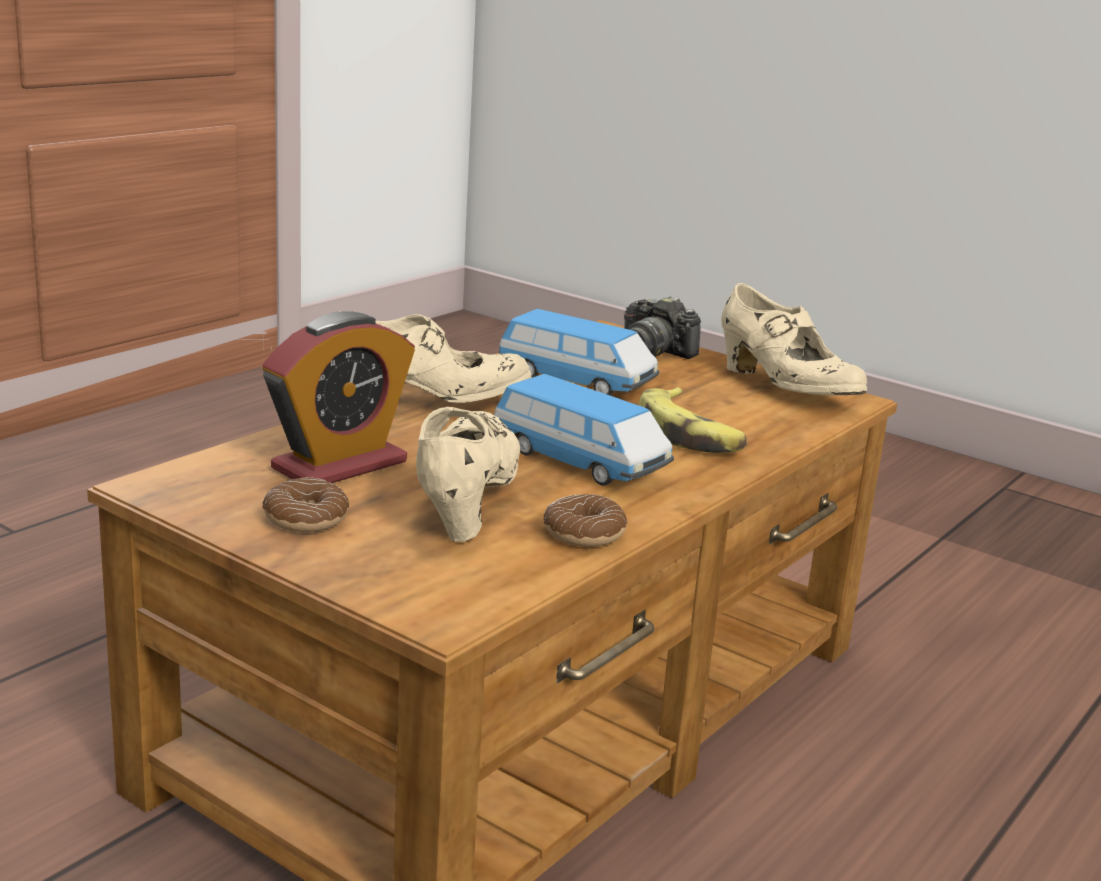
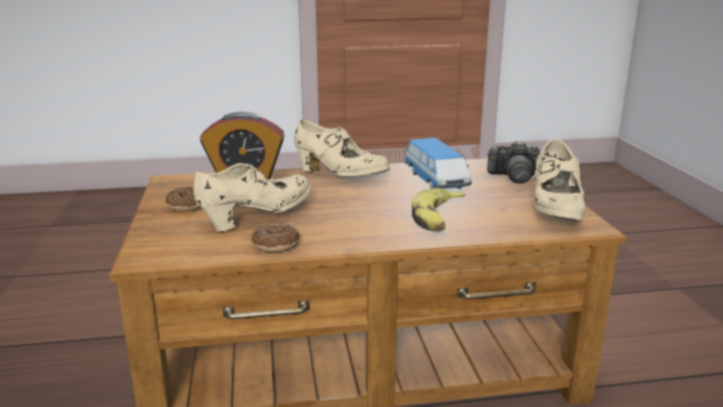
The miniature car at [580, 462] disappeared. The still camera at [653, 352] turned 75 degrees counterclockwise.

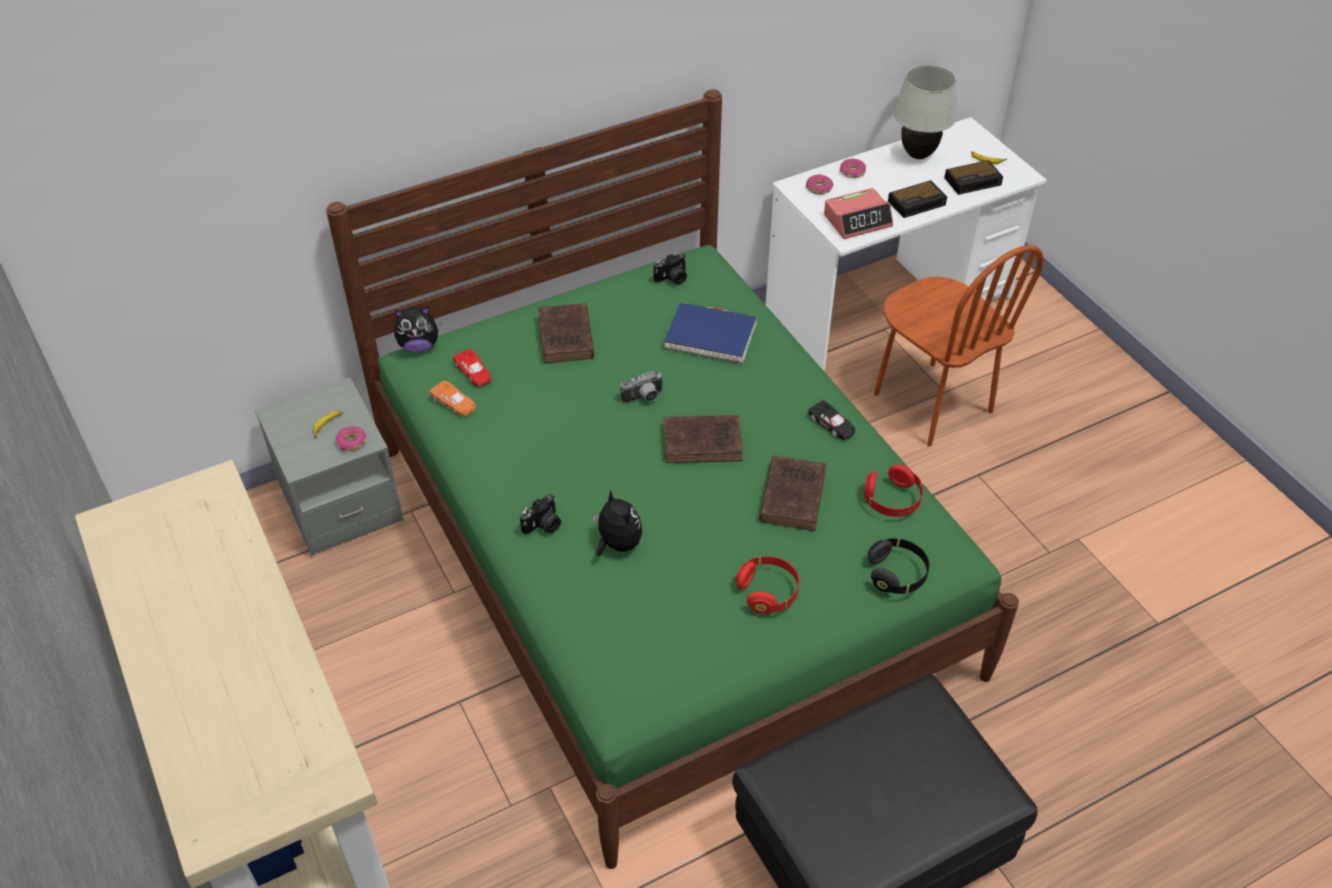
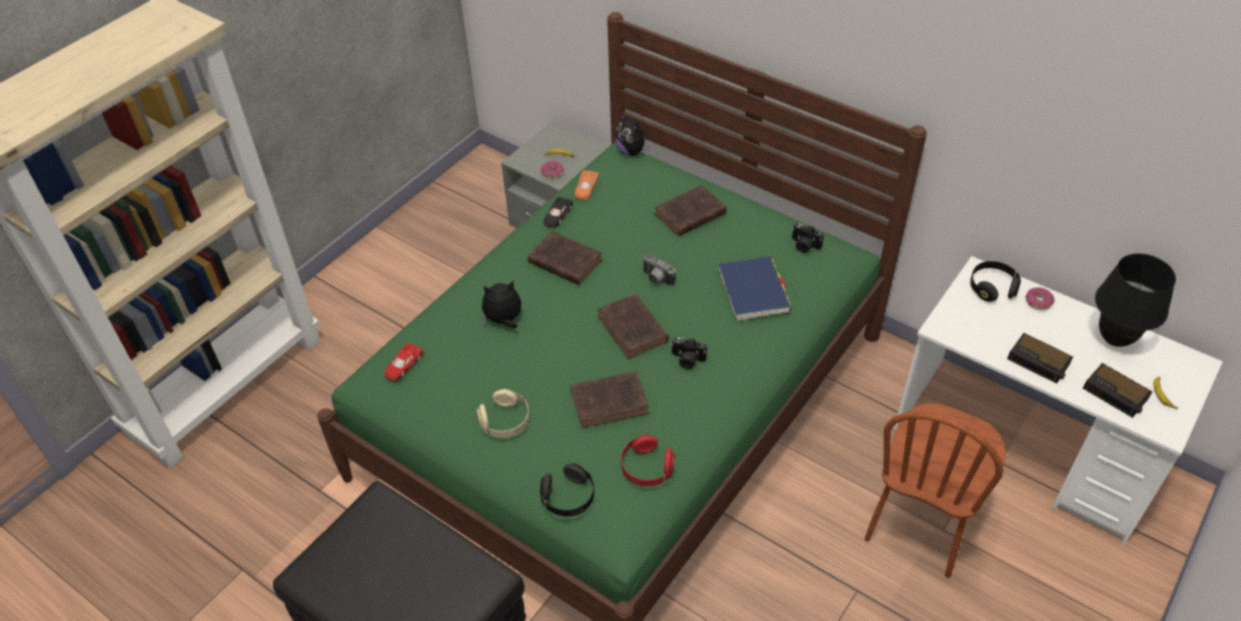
The alarm clock at [858, 220] disappeared. The volume in brown-coloured at [563, 261] appeared. The miniature car in reddish moved from [473, 372] to [403, 365]. The still camera moved from [543, 525] to [687, 360]. The miniature car in black moved from [831, 424] to [557, 215]. The ring doughnut at [819, 188] was replaced by the headset in black at [992, 288]. The headset in reddish at [768, 592] became the headset in sand-coloured at [505, 421]. The tabletop lamp in whitish at [917, 154] became the tabletop lamp in black at [1114, 339]. The plush toy at [617, 544] turned 135 degrees counterclockwise.

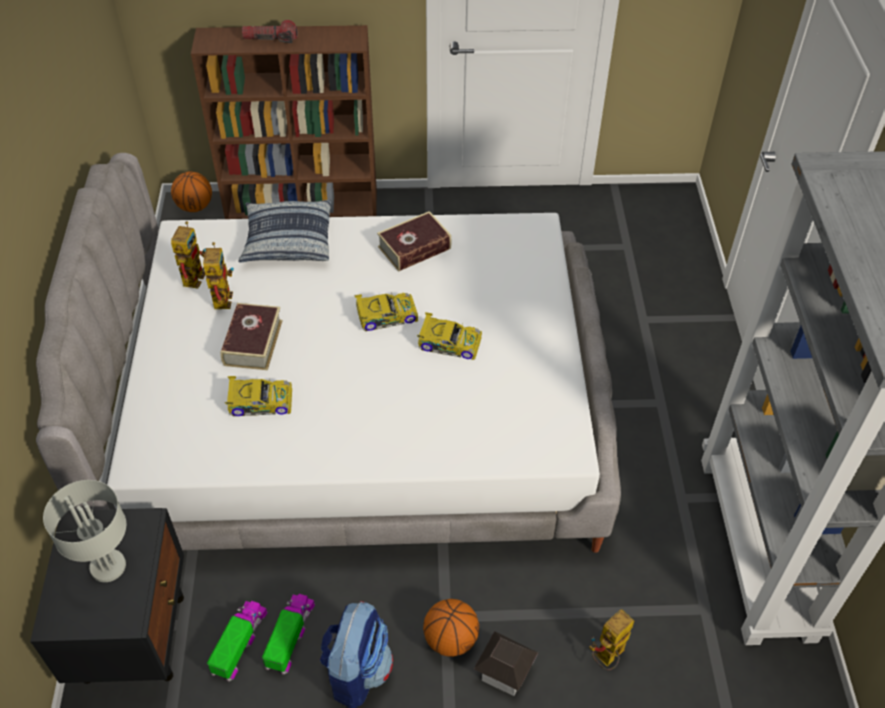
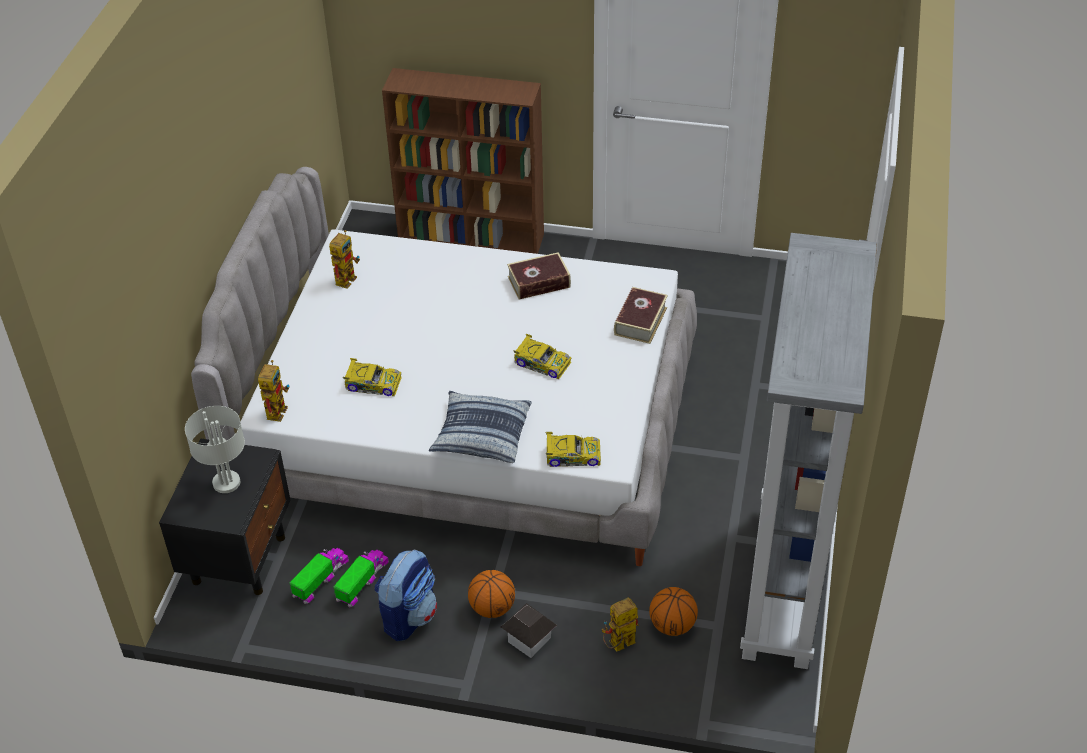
The hand torch at [270, 39] disappeared. The basketball ball moved from [195, 207] to [672, 625]. The model robot moved from [221, 296] to [276, 408]. The volume moved from [253, 342] to [640, 321]. The pillow moved from [287, 240] to [481, 435]. The miniature car moved from [385, 315] to [571, 455].

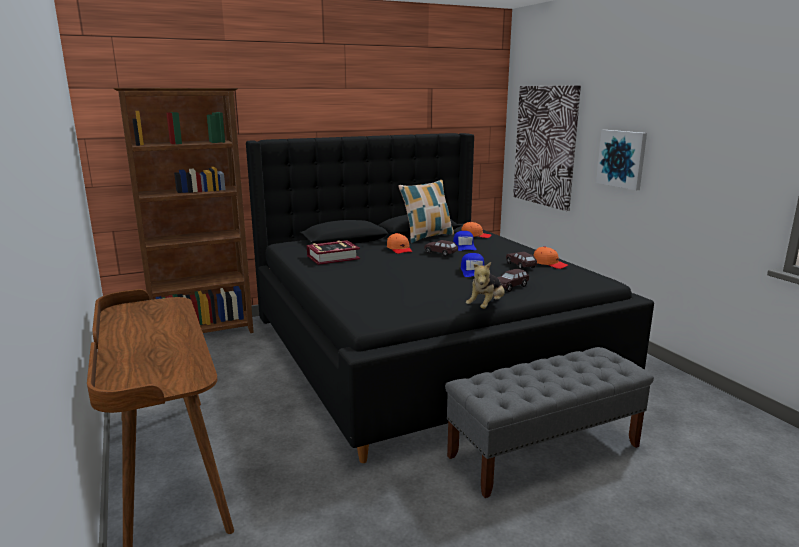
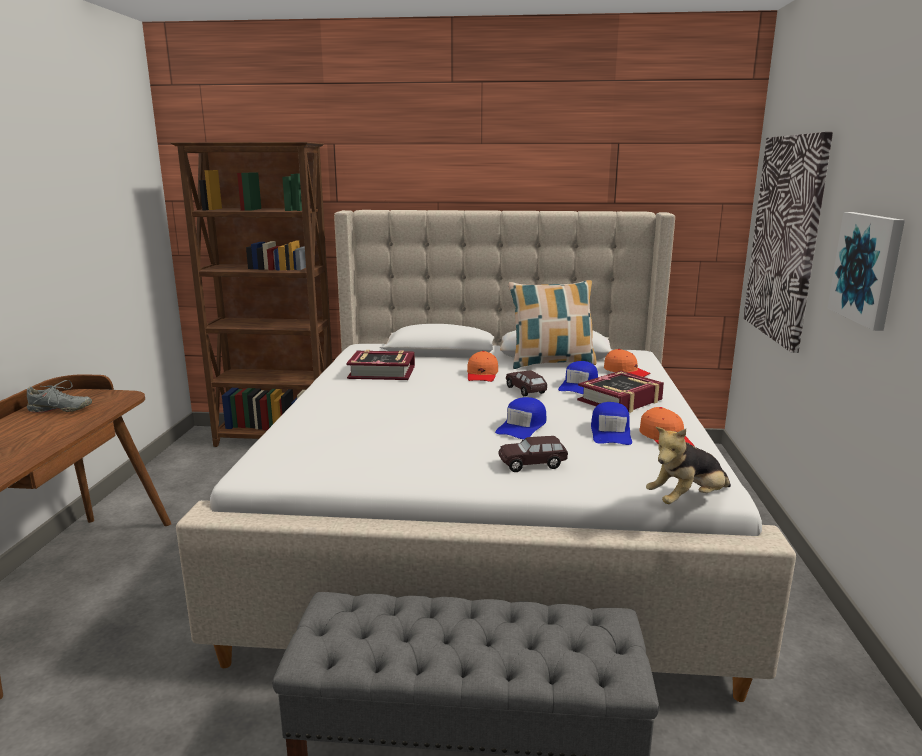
The shoe in grey at [60, 409] appeared. The volume at [620, 400] appeared. The plush toy moved from [486, 306] to [687, 500]. The miniature car in brown-coloured at [520, 266] was replaced by the cap in blue-coloured at [611, 432]. The bedroom bed in black at [424, 348] became the bedroom bed in sand-coloured at [490, 525].

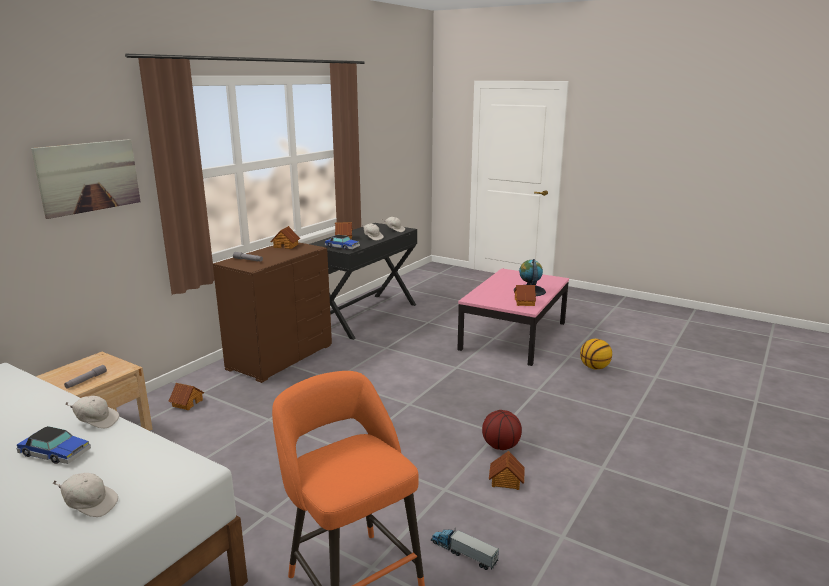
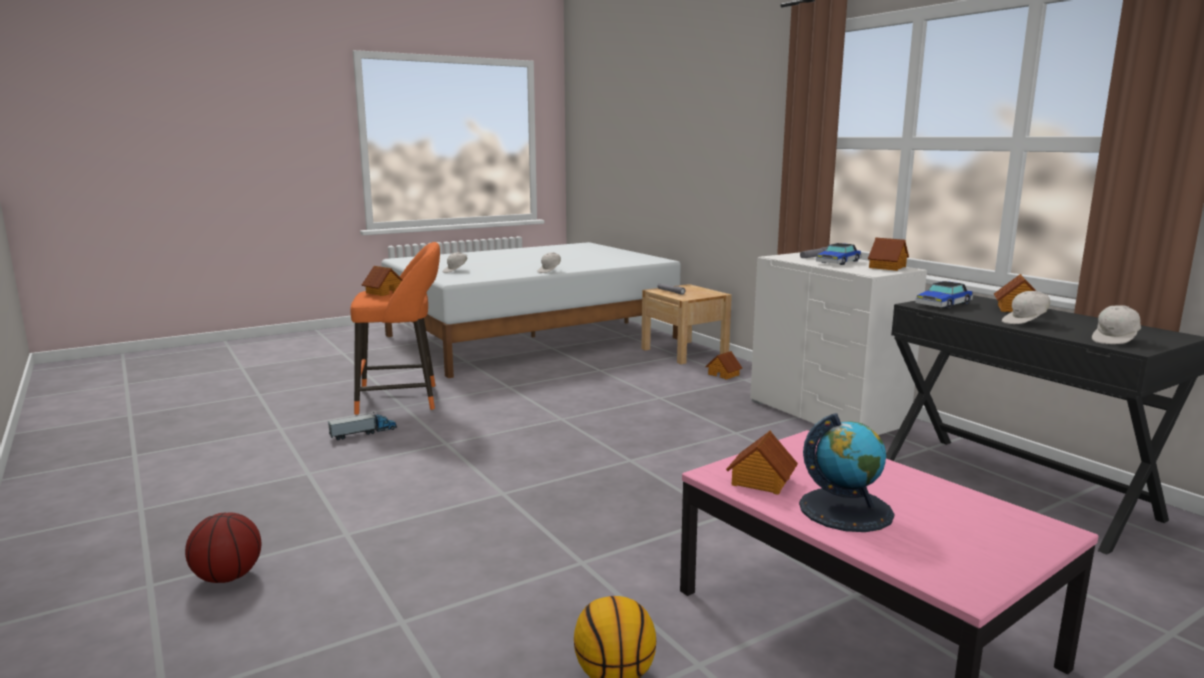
The wall picture at [89, 177] disappeared. The miniature car moved from [55, 453] to [838, 262]. The basketball ball moved from [500, 446] to [227, 577]. The toy house moved from [506, 481] to [384, 292]. The dresser in brown-coloured at [279, 357] became the dresser in whitish at [827, 414].

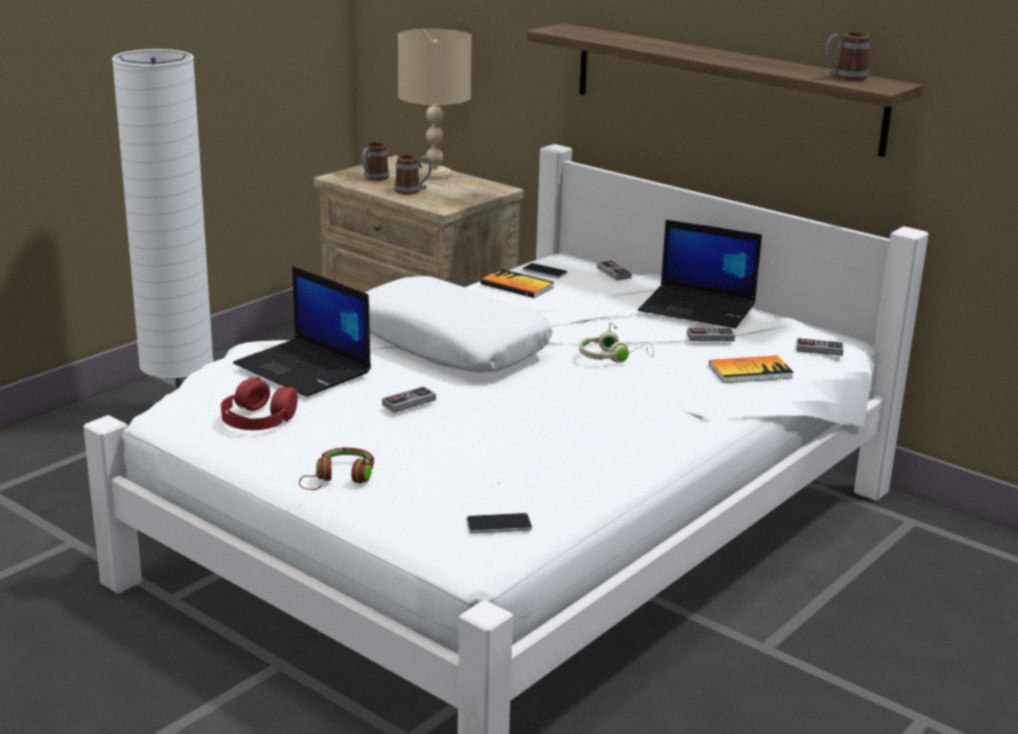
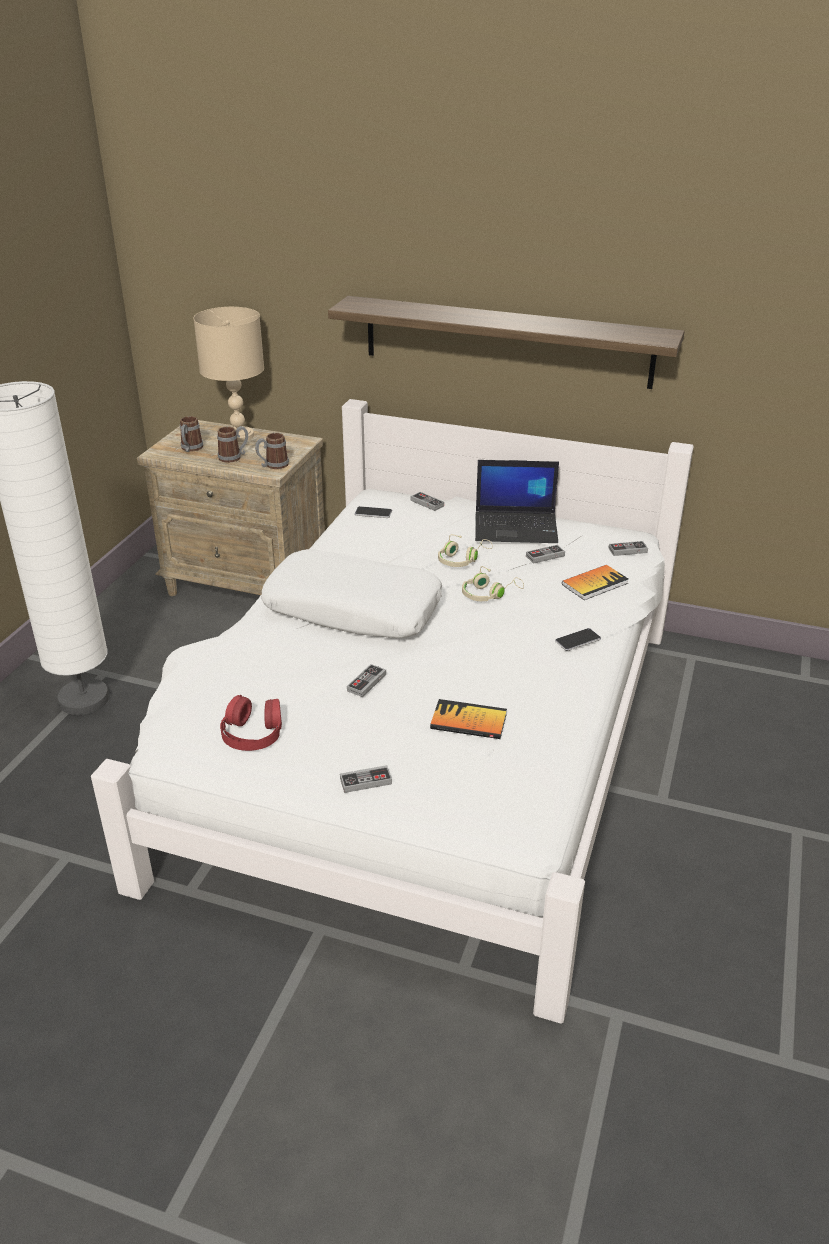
The notebook computer at [305, 369] disappeared. The headset in sand-coloured at [462, 559] appeared. The handset moved from [499, 525] to [577, 640]. The volume moved from [517, 286] to [468, 721]. The mug moved from [844, 78] to [273, 465]. The headset in reddish at [339, 479] was replaced by the game controller at [366, 781].

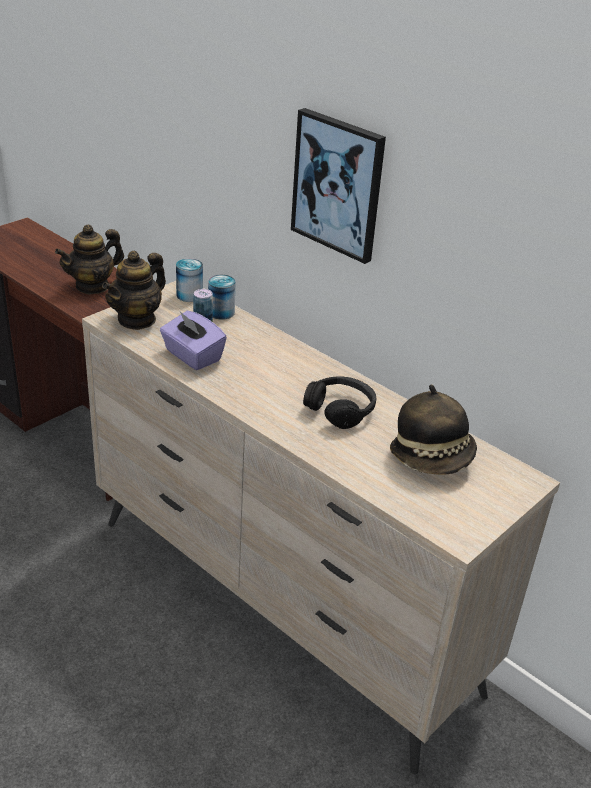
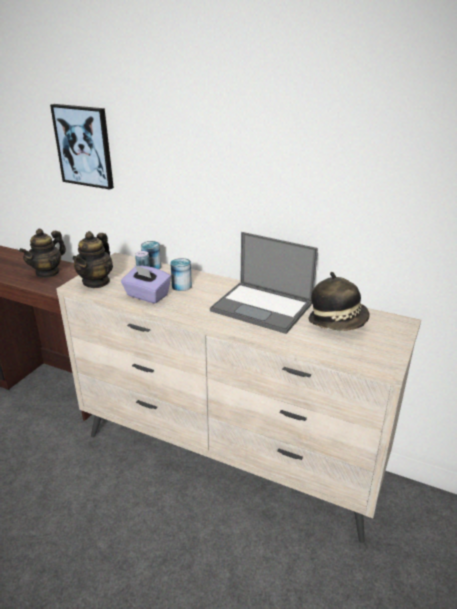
The metal can moved from [189, 295] to [181, 286]. The wall picture moved from [338, 185] to [84, 146]. The headset in black at [340, 410] was replaced by the notebook computer at [263, 307].

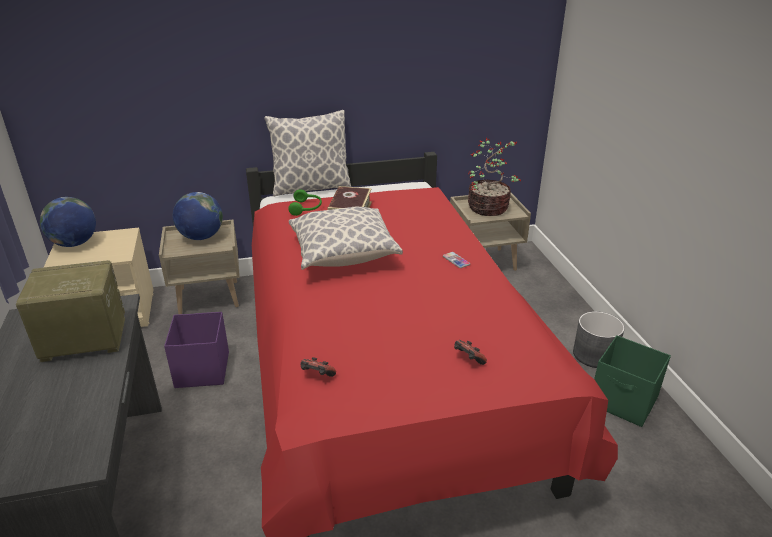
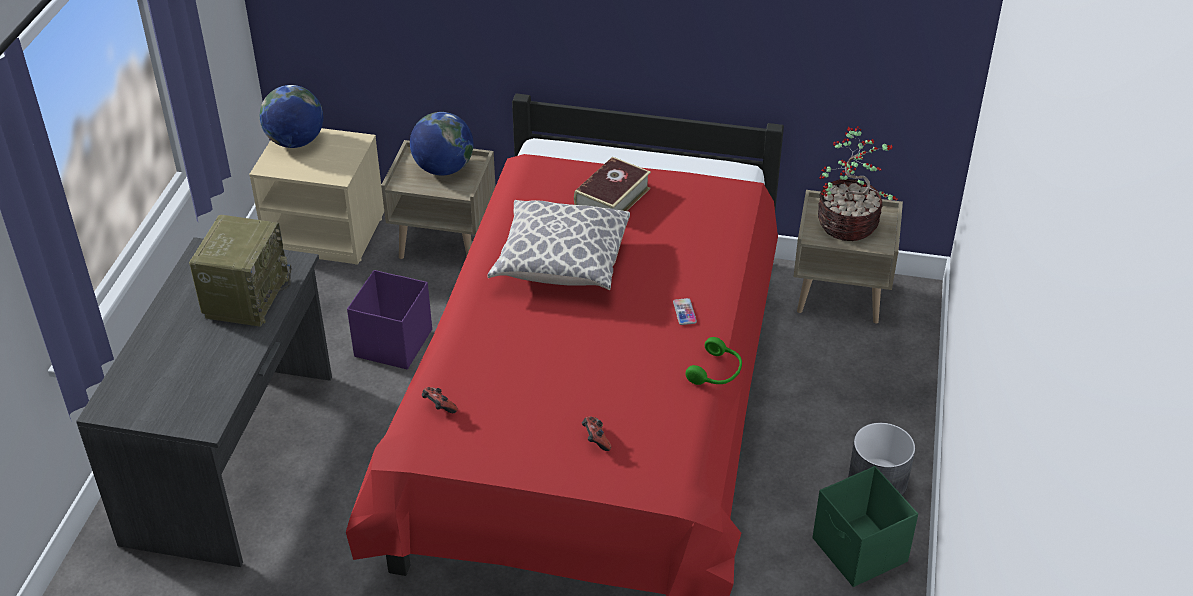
The pillow at [311, 188] disappeared. The headset in green moved from [306, 208] to [716, 372]. The radio at [82, 340] turned 90 degrees clockwise.

